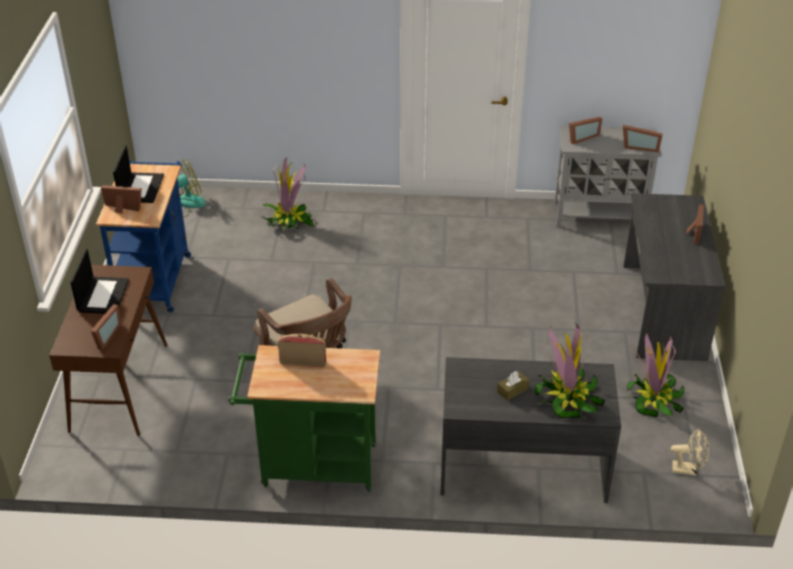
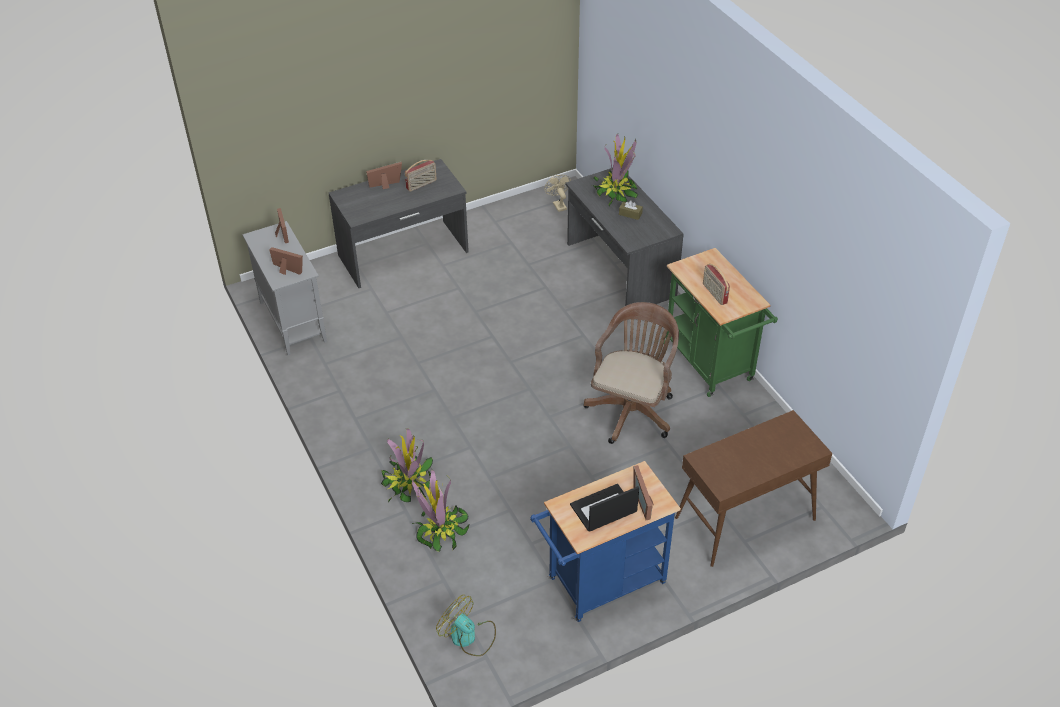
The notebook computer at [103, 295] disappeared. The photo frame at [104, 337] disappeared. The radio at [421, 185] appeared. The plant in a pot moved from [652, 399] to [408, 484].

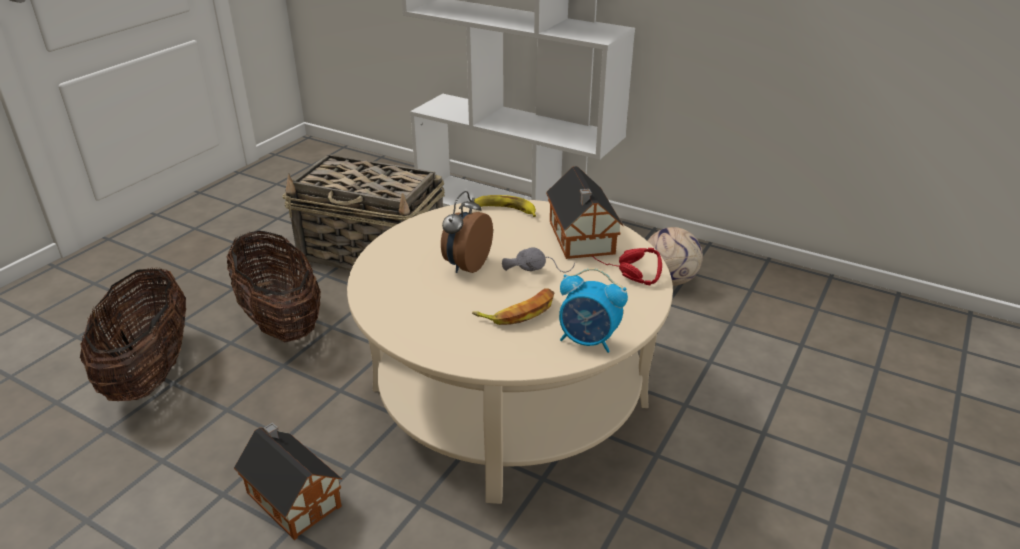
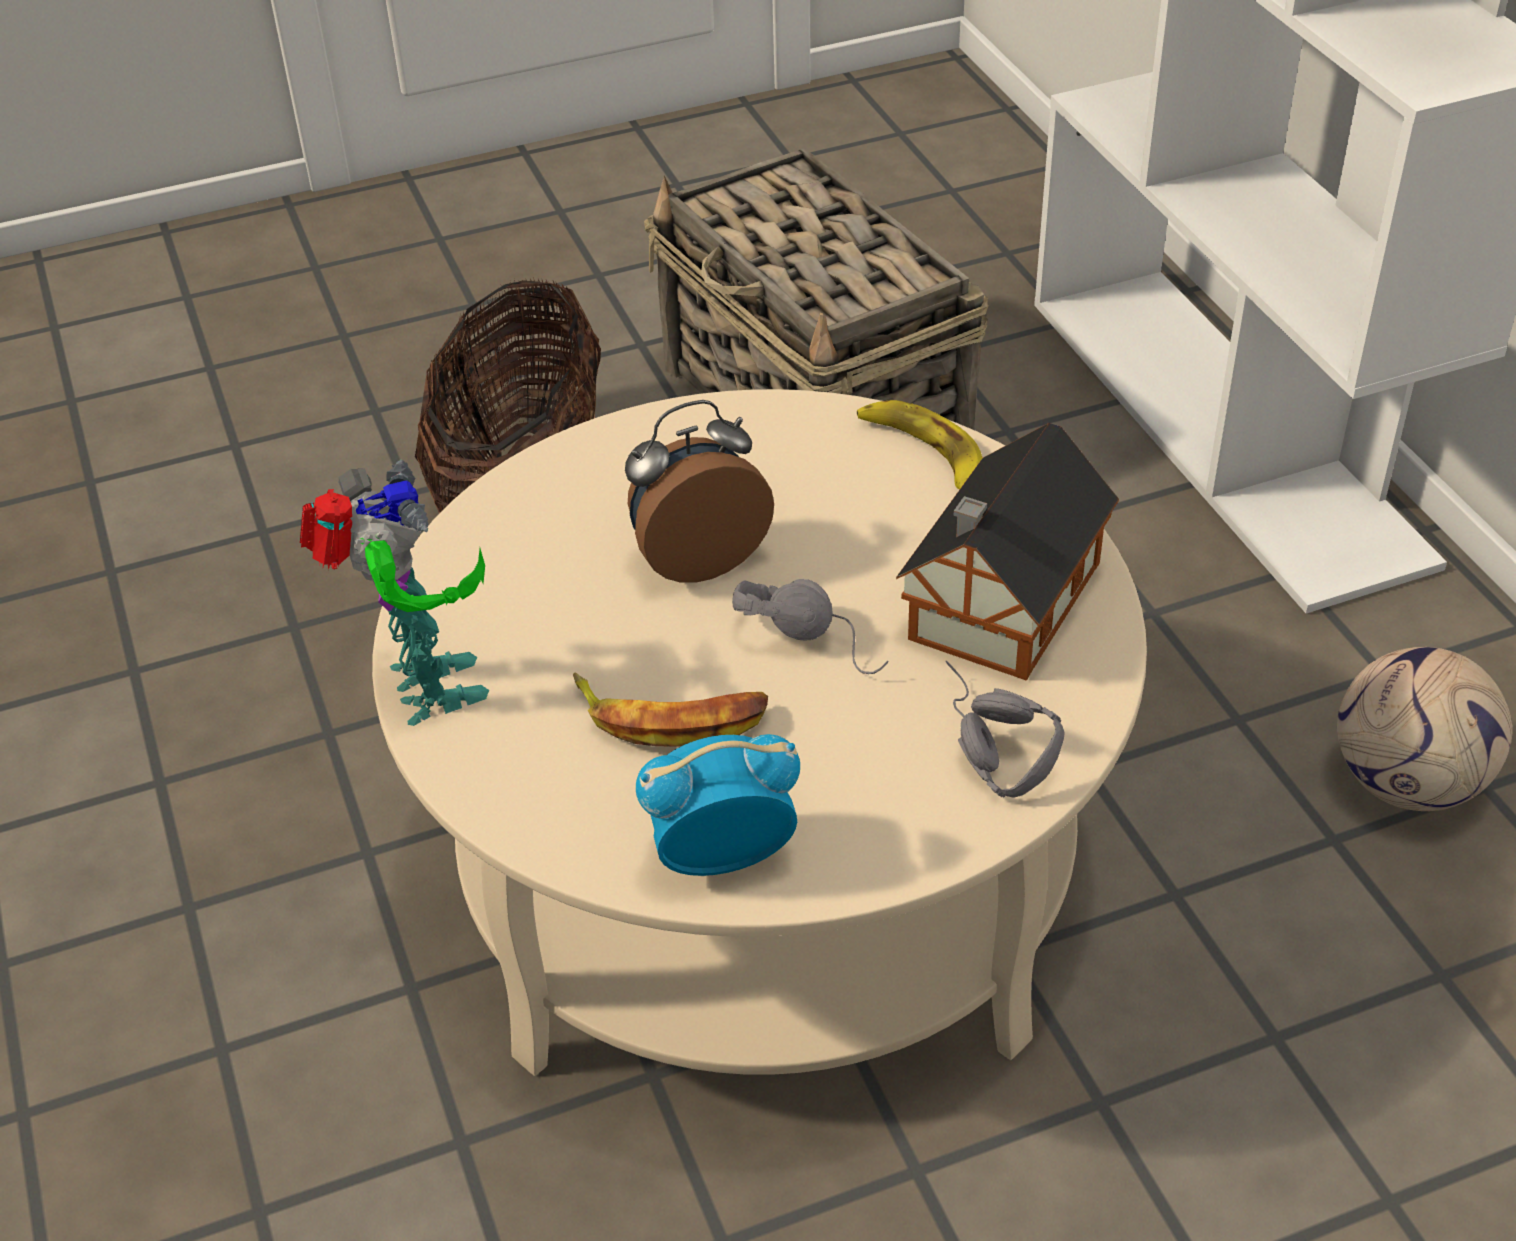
The basket at [150, 372] disappeared. The toy house at [292, 496] disappeared. The model robot at [426, 692] appeared. The headset in reddish at [624, 275] became the headset in grey at [980, 744]. The alarm clock at [588, 341] turned 105 degrees clockwise.

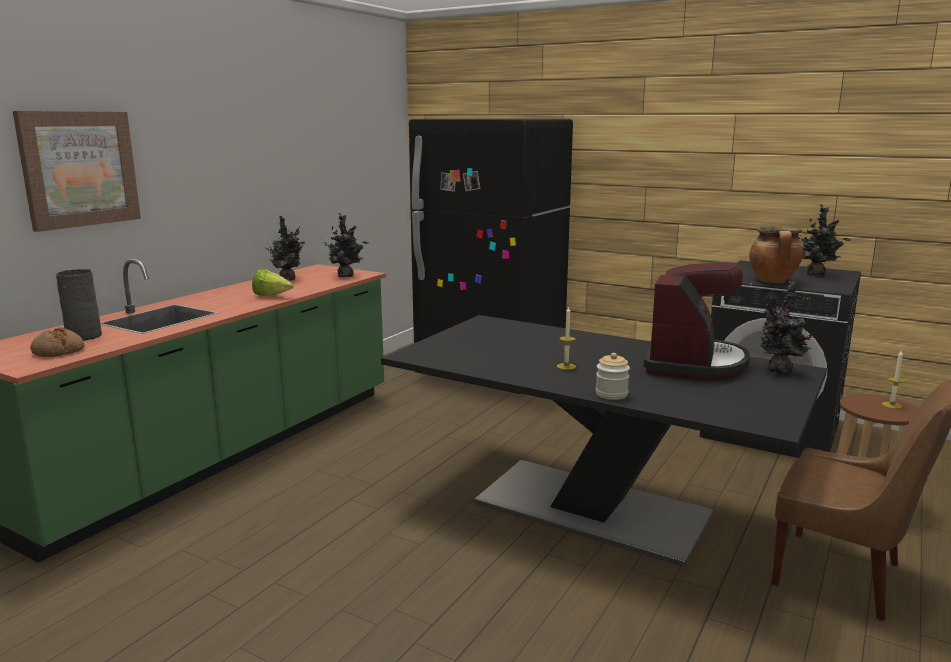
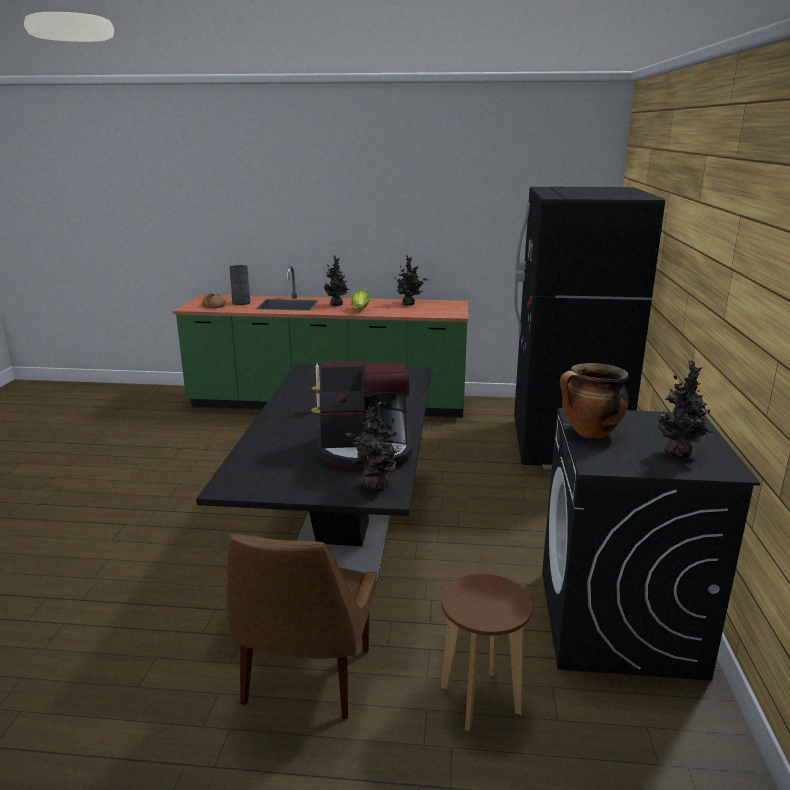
The wall picture at [79, 169] disappeared. The storage jar at [611, 394] disappeared. The wax light at [891, 405] disappeared. The plant in a pot moved from [346, 276] to [337, 305].

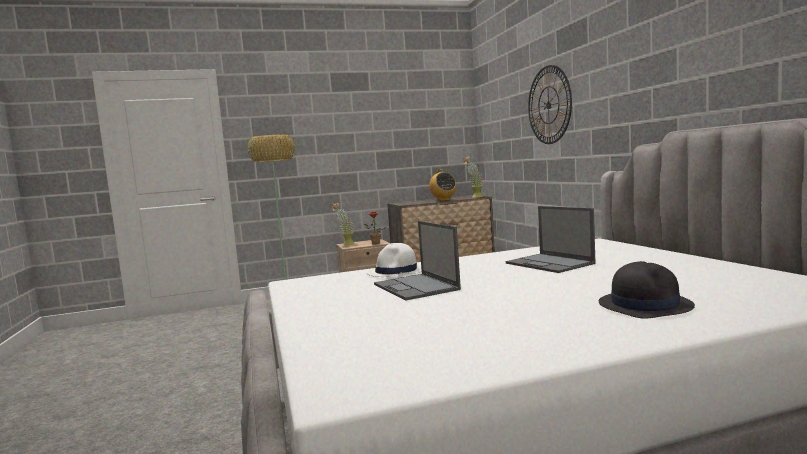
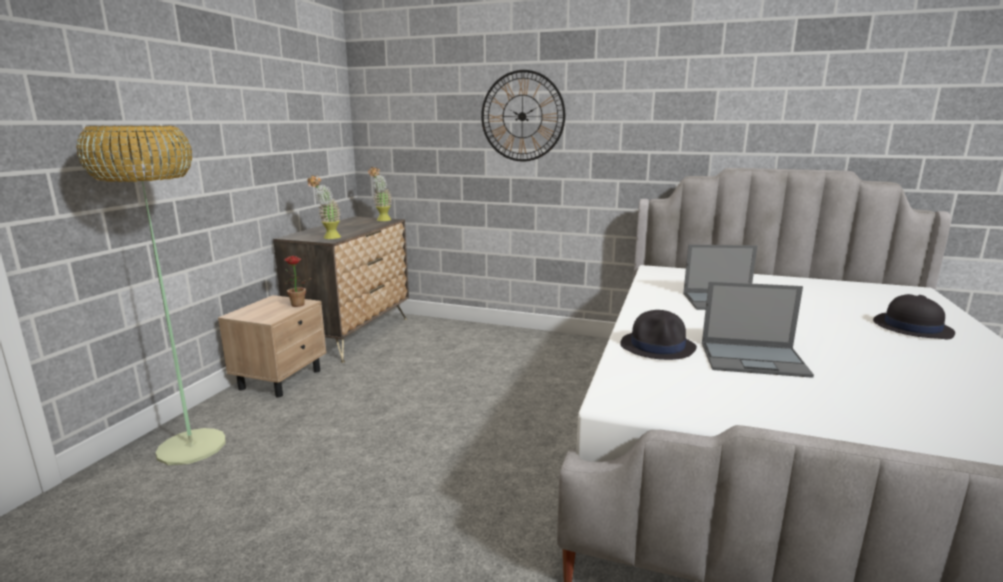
The radio at [443, 200] disappeared. The plant in a pot moved from [345, 244] to [328, 238]. The hat in whitish at [396, 272] became the hat in black at [658, 346].

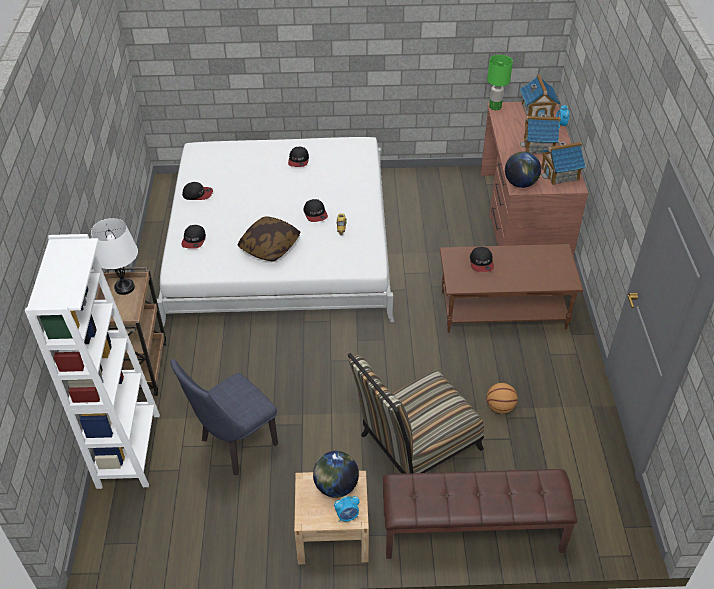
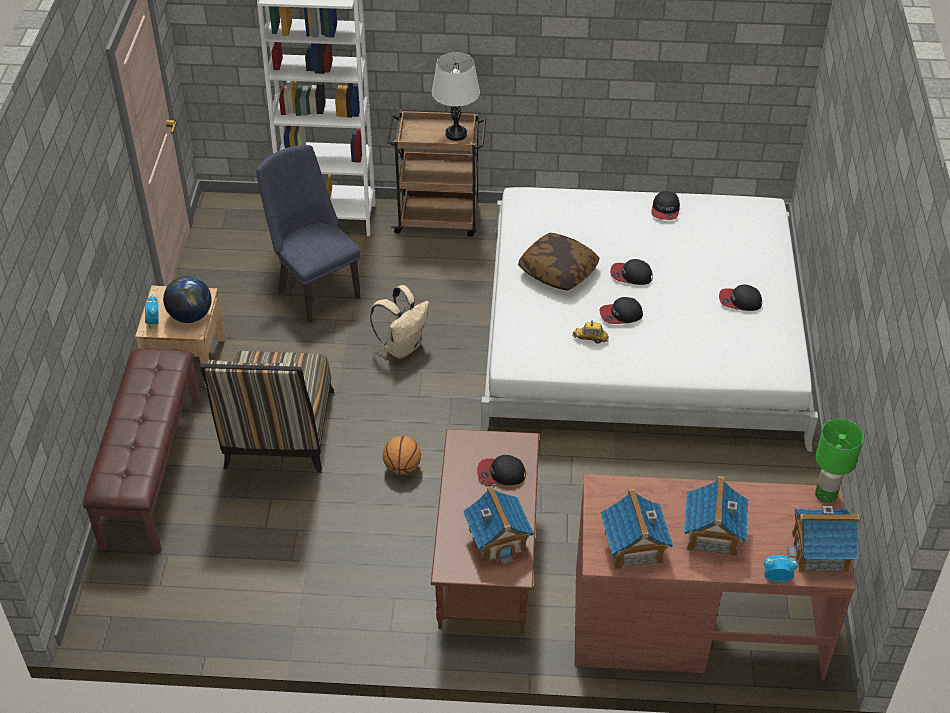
The world globe at [520, 183] disappeared. The knapsack in sand-coloured at [402, 347] appeared. The toy house at [498, 540] appeared. The cap moved from [194, 240] to [631, 275]. The basketball ball moved from [500, 407] to [402, 467]. The chair at [414, 445] turned 150 degrees counterclockwise.

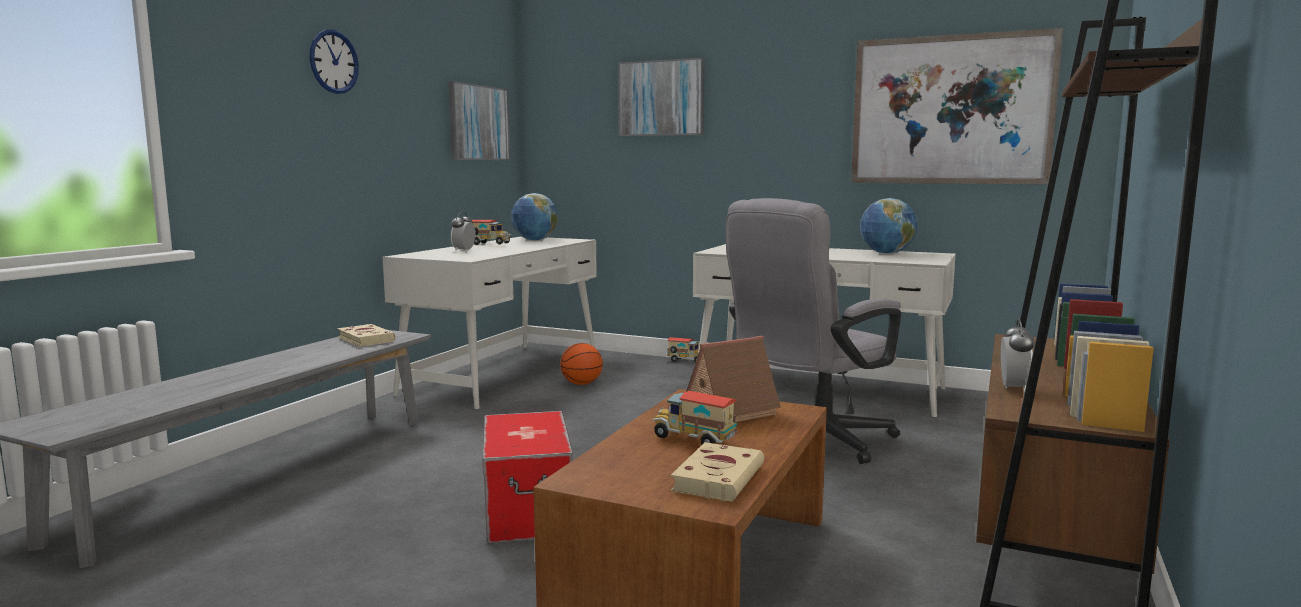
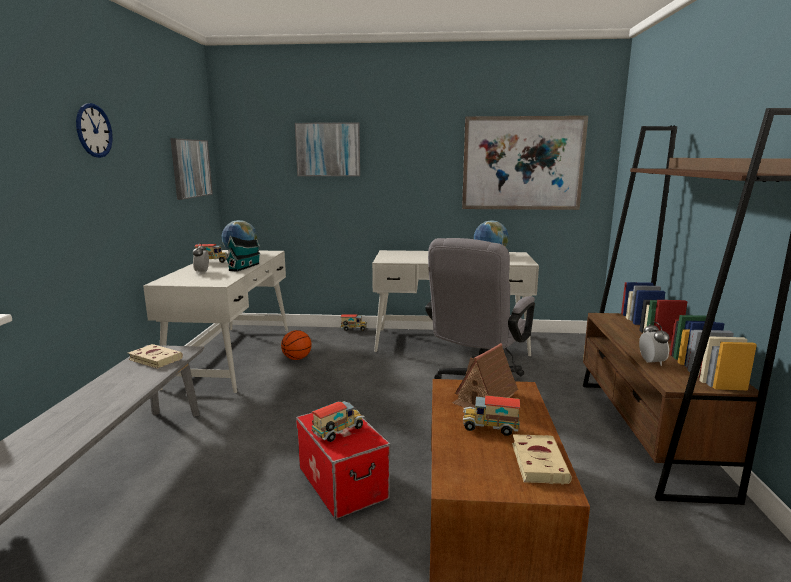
The toy house at [245, 267] appeared. The model truck at [338, 433] appeared.

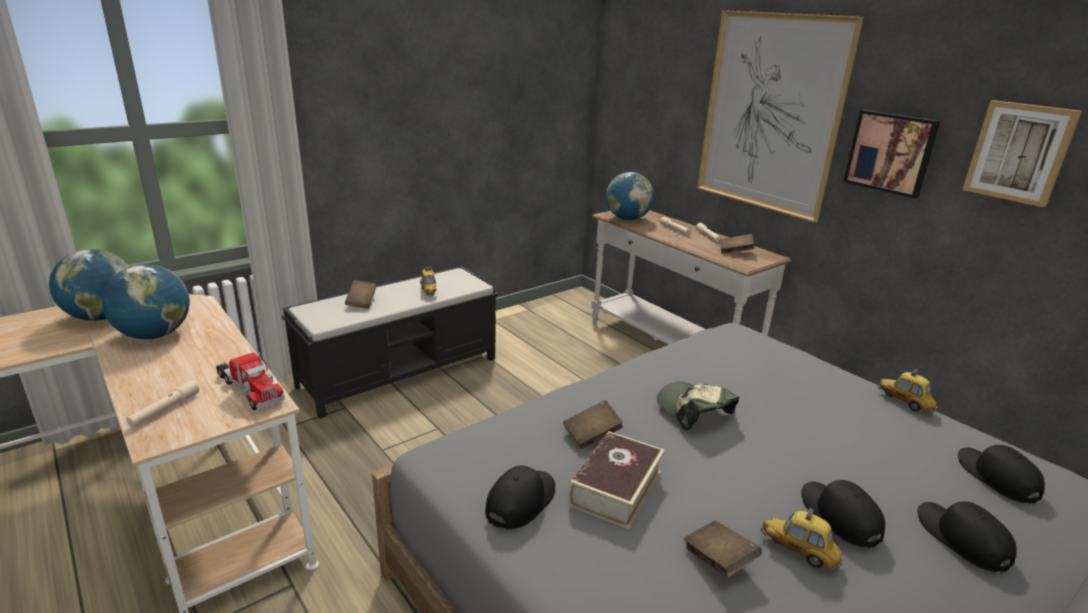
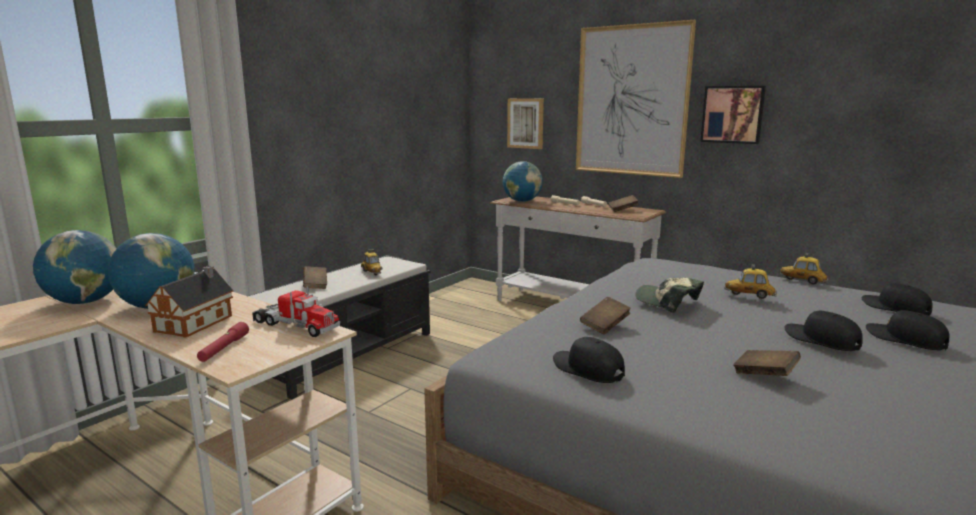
The volume at [616, 488] disappeared. The toy house at [197, 322] appeared. The miniature car moved from [798, 551] to [749, 295]. The wall picture moved from [1019, 152] to [526, 123]. The hand torch in sand-coloured at [165, 410] became the hand torch in reddish at [224, 348]. The cap in black at [521, 502] turned 60 degrees counterclockwise.

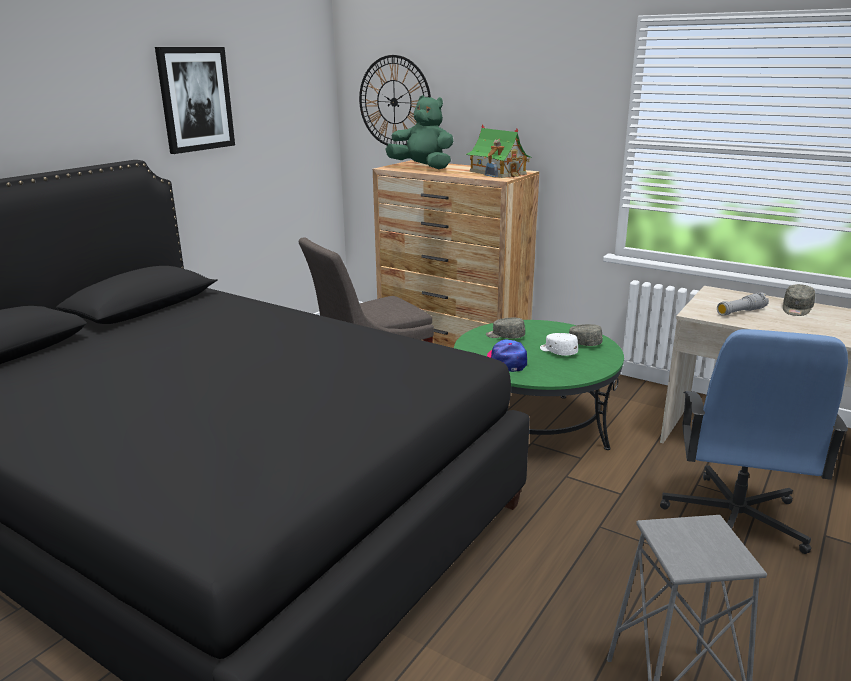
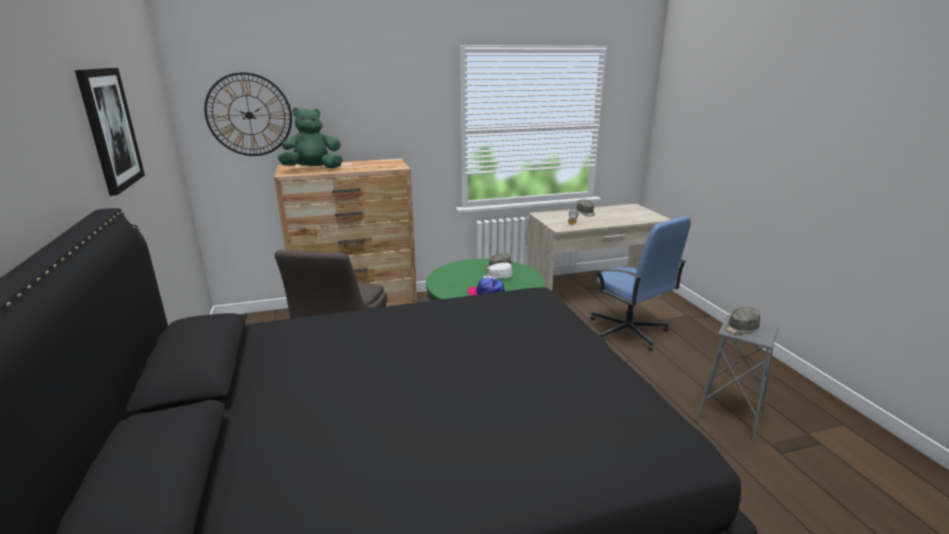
The toy house at [498, 173] disappeared. The cap in grey moved from [505, 336] to [740, 328].

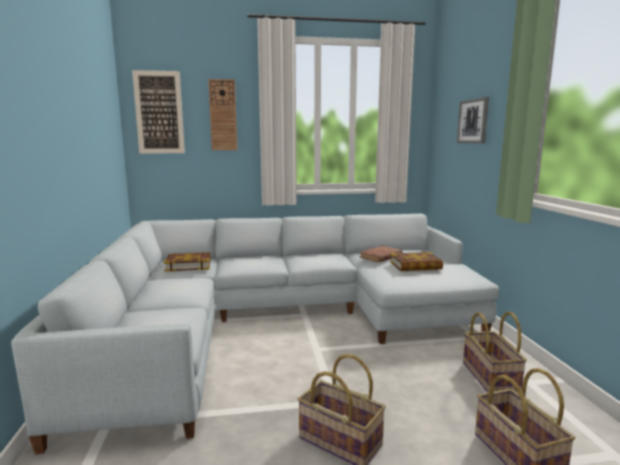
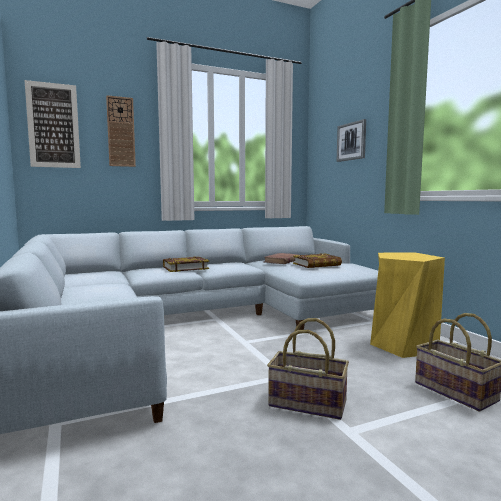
The volume moved from [188, 265] to [185, 268]. The basket at [491, 377] was replaced by the stool seat in yellow-coloured at [403, 345].

